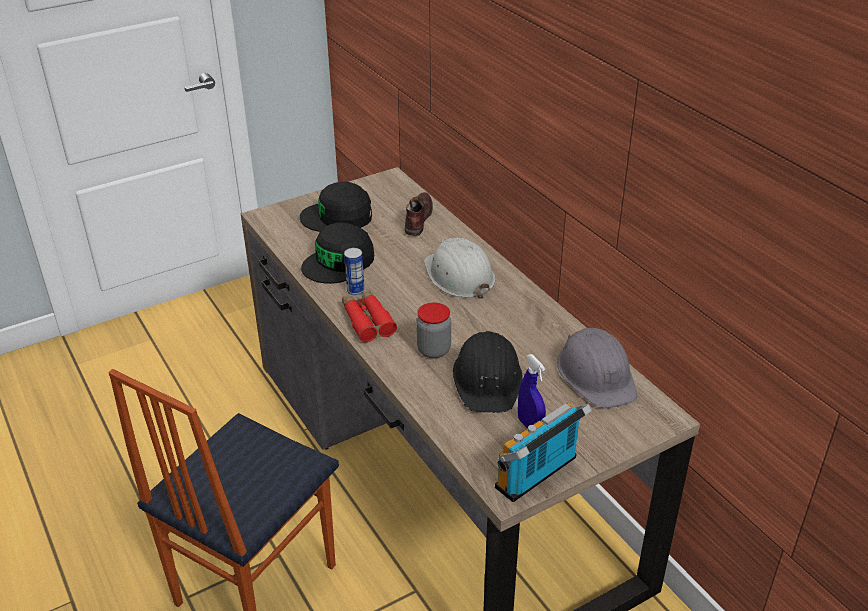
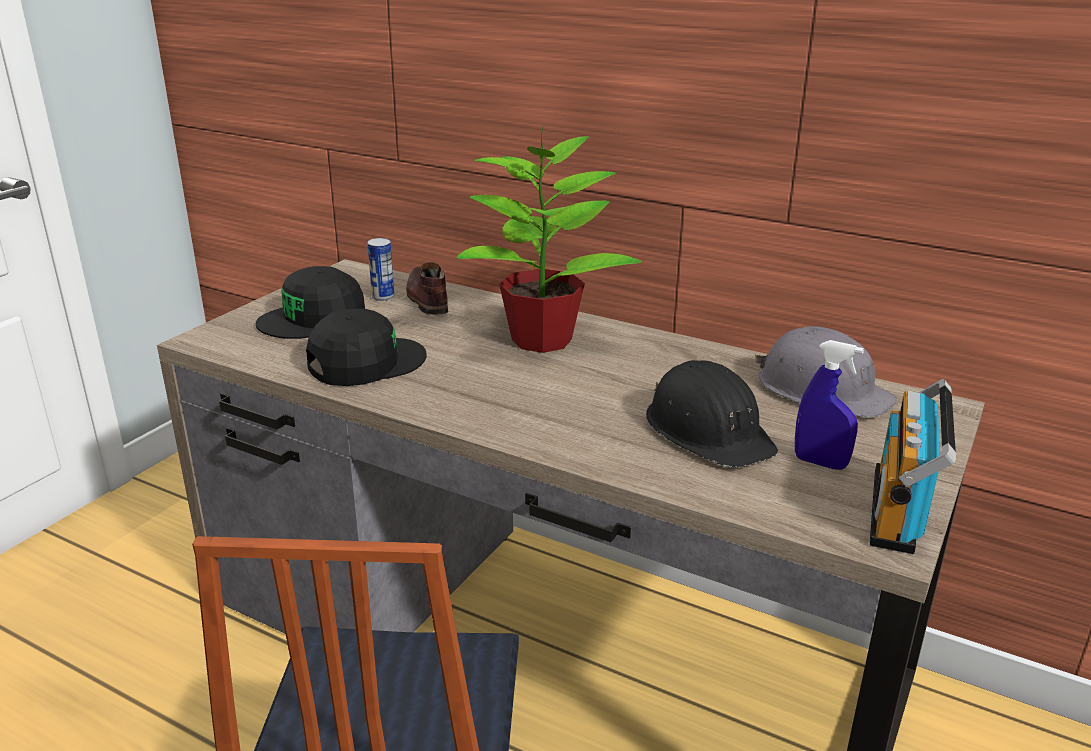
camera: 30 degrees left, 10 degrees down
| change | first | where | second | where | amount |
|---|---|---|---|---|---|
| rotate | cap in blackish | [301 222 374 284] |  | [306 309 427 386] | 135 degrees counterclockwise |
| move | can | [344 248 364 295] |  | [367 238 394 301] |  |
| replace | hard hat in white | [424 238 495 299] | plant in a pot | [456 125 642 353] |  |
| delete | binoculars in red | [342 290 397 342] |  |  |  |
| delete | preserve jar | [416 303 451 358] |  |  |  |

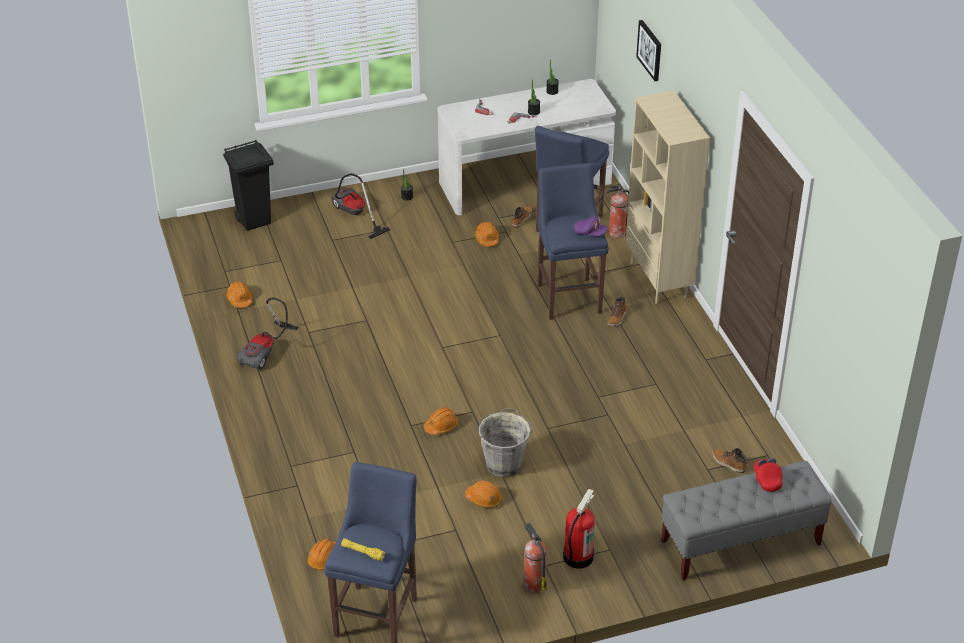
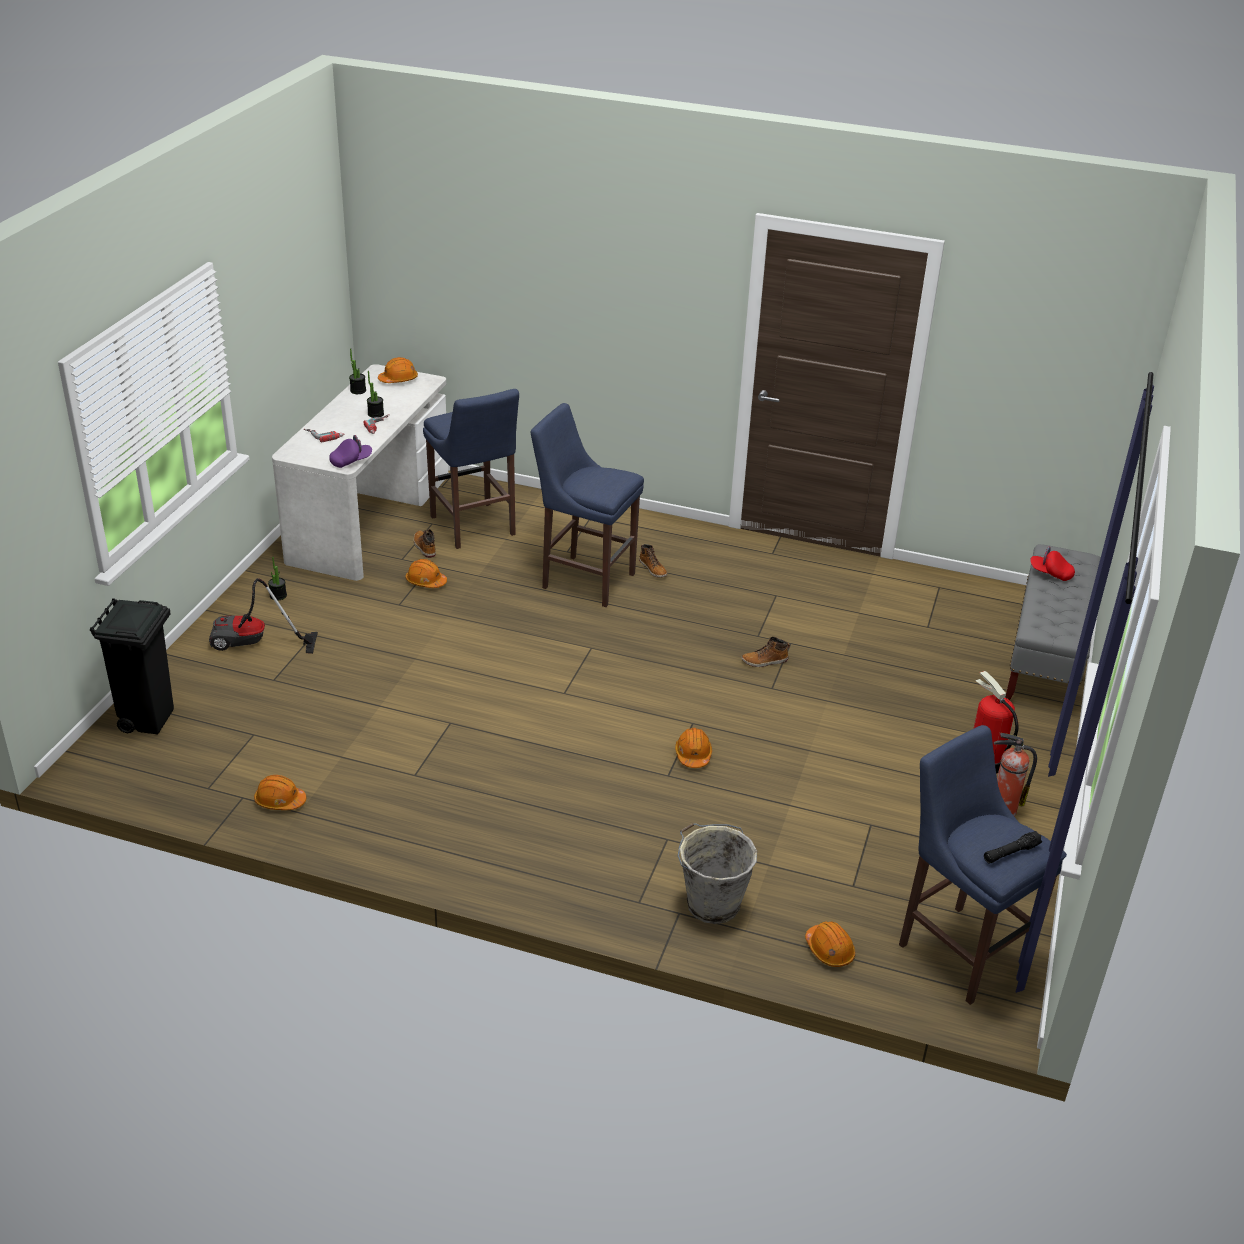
camera: 55 degrees left, 5 degrees down
| change | first | where | second | where | amount |
|---|---|---|---|---|---|
| move | cap in purple-coloured | [574 216 608 236] |  | [329 435 372 468] |  |
| move | hard hat in orange | [465 480 502 508] |  | [378 357 418 383] |  |
| move | pail in gray | [479 408 534 478] |  | [678 823 757 924] |  |
| move | boot | [712 448 748 473] |  | [742 637 790 667] |  |
| recolor | torch in yellowish | [341 538 385 561] | torch in blackish | [984 831 1042 863] |  |
| delete | vacuum cleaner | [237 297 299 371] |  |  |  |
| delete | extinguisher | [605 185 629 238] |  |  |  |
| delete | shelving unit in beige | [626 91 710 304] |  |  |  |
| delete | picture | [636 20 661 81] |  |  |  |

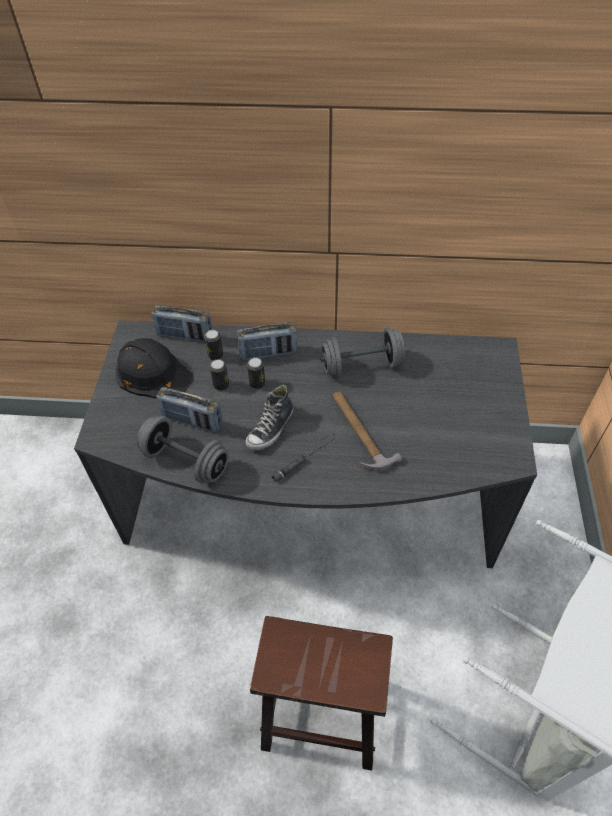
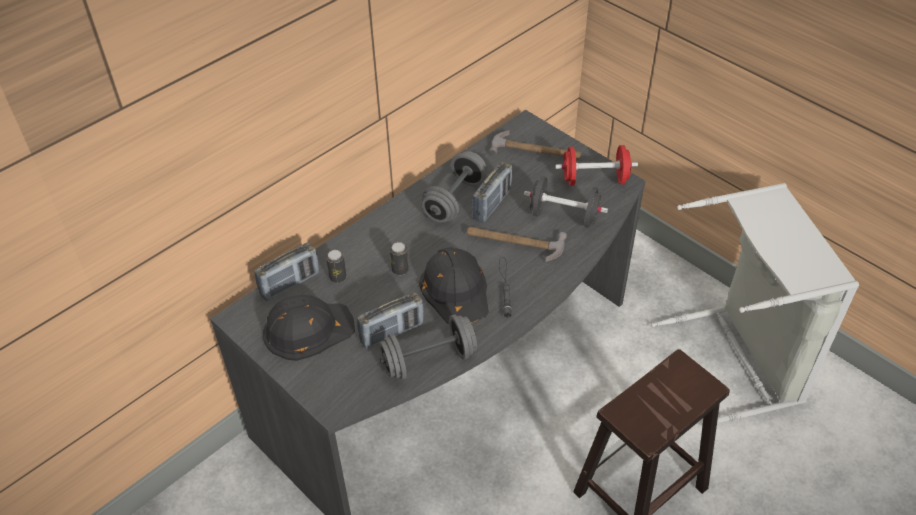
camera: 50 degrees left, 5 degrees down
| change | first | where | second | where | amount |
|---|---|---|---|---|---|
| replace | item of footwear | [245 385 294 451] | hard hat in blackish | [419 247 489 324] |  |
| move | radio set | [237 322 297 360] |  | [472 162 512 223] |  |
| insert |  |  | hammer | [489 130 581 160] |  |
| insert |  |  | dumbbell in blackish | [524 176 608 228] |  |
| insert |  |  | dumbbell in red | [555 145 638 186] |  |
| delete | can | [210 359 229 391] |  |  |  |

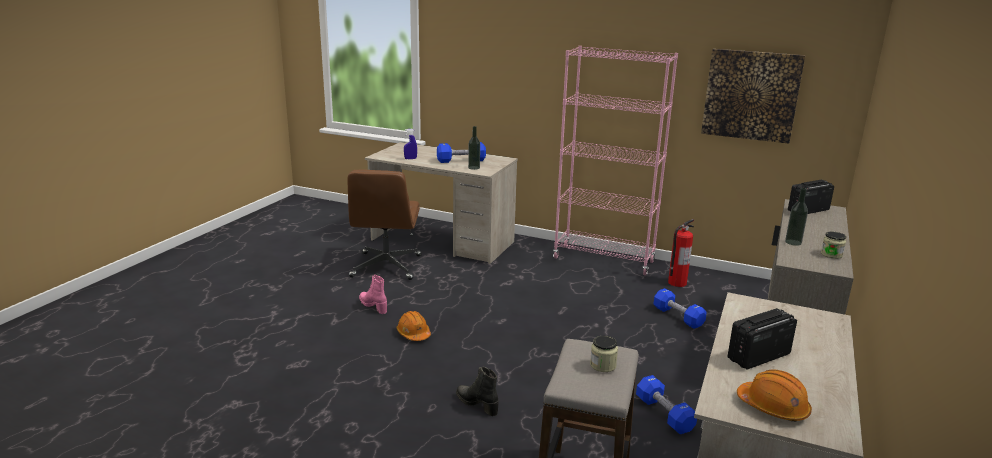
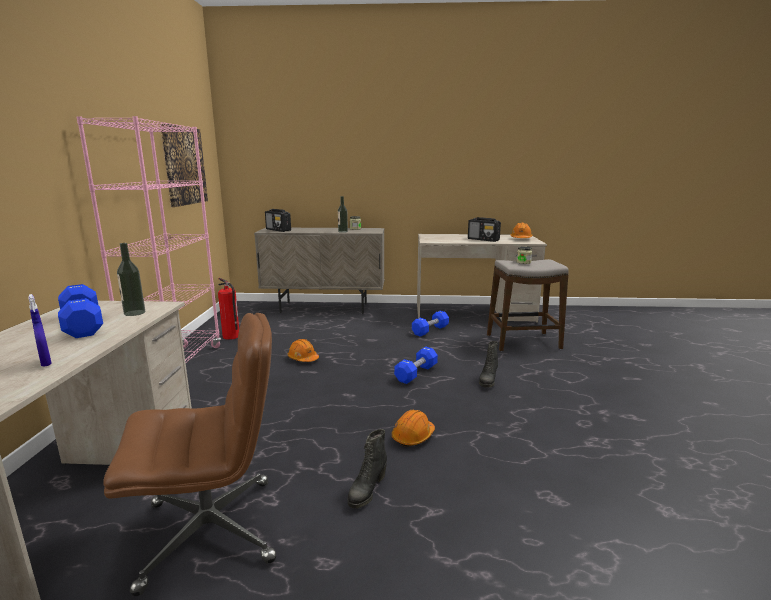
camera: 110 degrees left, 5 degrees down
| change | first | where | second | where | amount |
|---|---|---|---|---|---|
| insert |  |  | hard hat in orange | [288 339 319 362] |  |
| recolor | boot in pinkish | [359 275 387 314] | boot in blackish | [348 429 387 509] |  |
| move | dumbbell in blue-coloured | [654 288 706 329] |  | [394 347 438 384] |  |

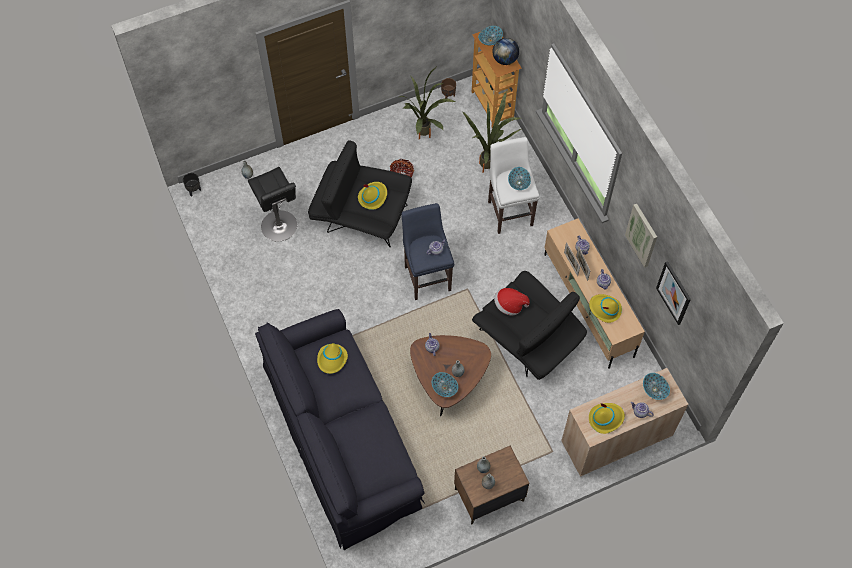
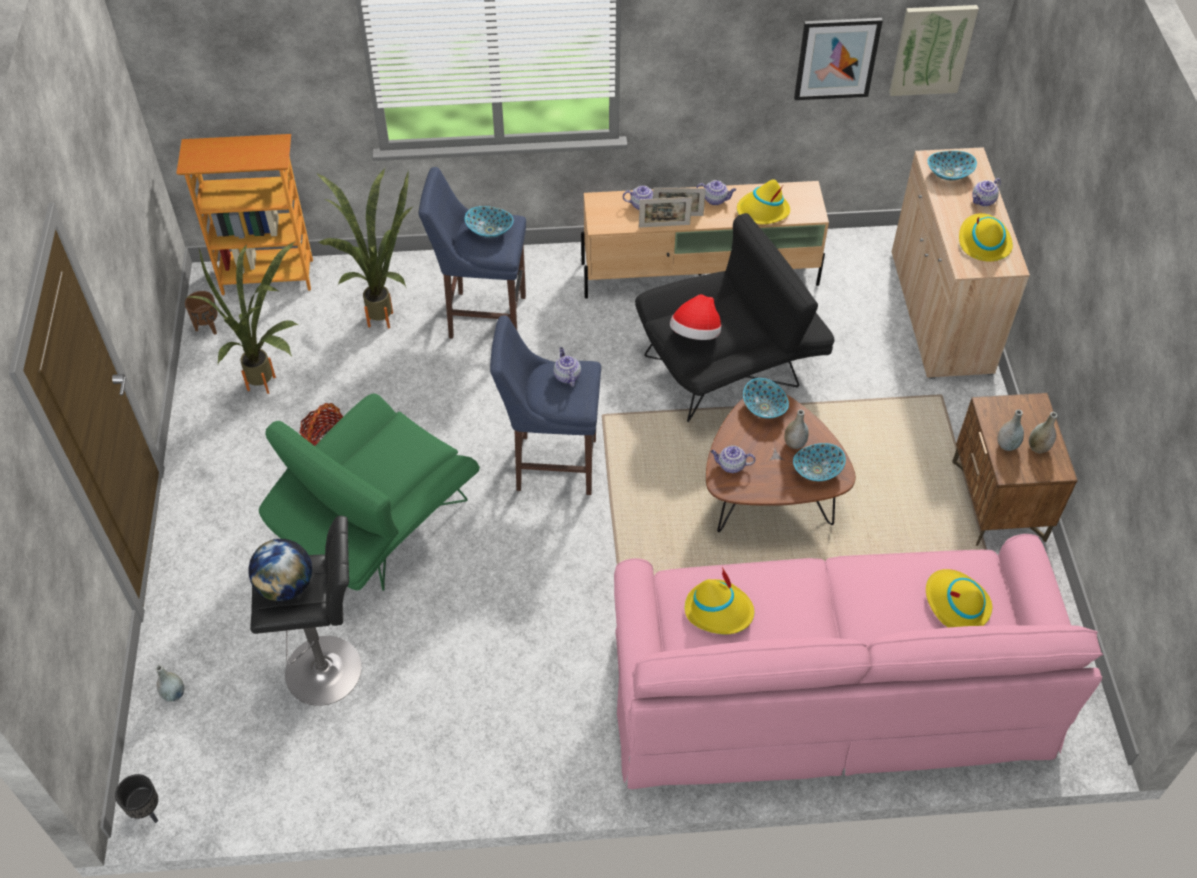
camera: 70 degrees left, 10 degrees down
| change | first | where | second | where | amount |
|---|---|---|---|---|---|
| move | globe | [493 38 519 65] |  | [248 539 312 601] |  |
| recolor | armchair in blackish | [308 141 412 247] | armchair in green | [259 394 480 591] |  |
| recolor | stool in white | [488 137 540 234] | stool in blue-coloured | [419 167 526 339] |  |
| recolor | sofa in blackish | [255 309 425 550] | sofa in pinkish | [614 534 1103 789] |  |
| move | bowl | [478 26 503 46] |  | [743 378 789 419] |  |
| move | picture | [625 204 657 268] |  | [889 5 979 96] |  |
| move | wearable hat in yellowish | [358 182 387 210] |  | [926 569 992 628] |  |

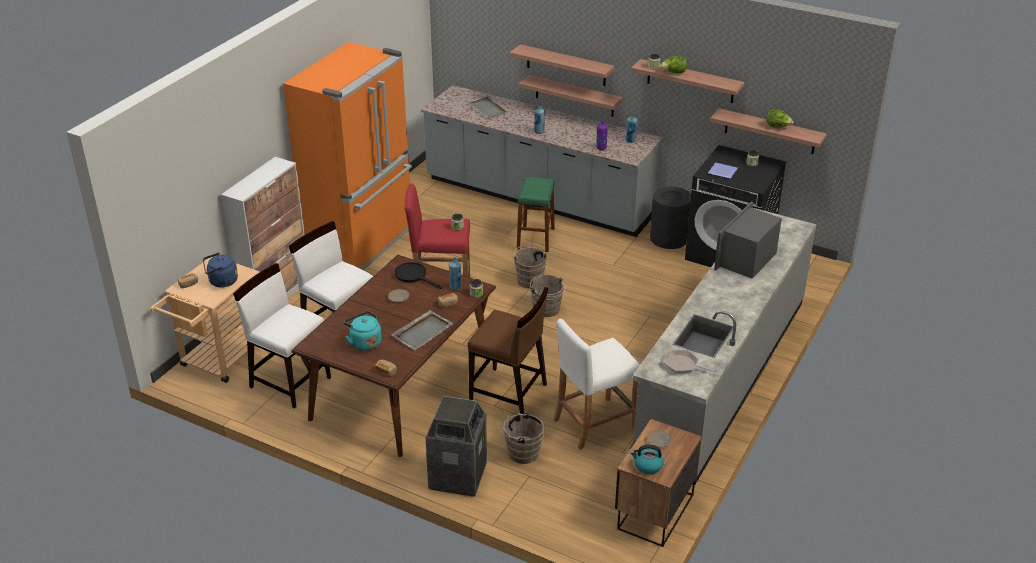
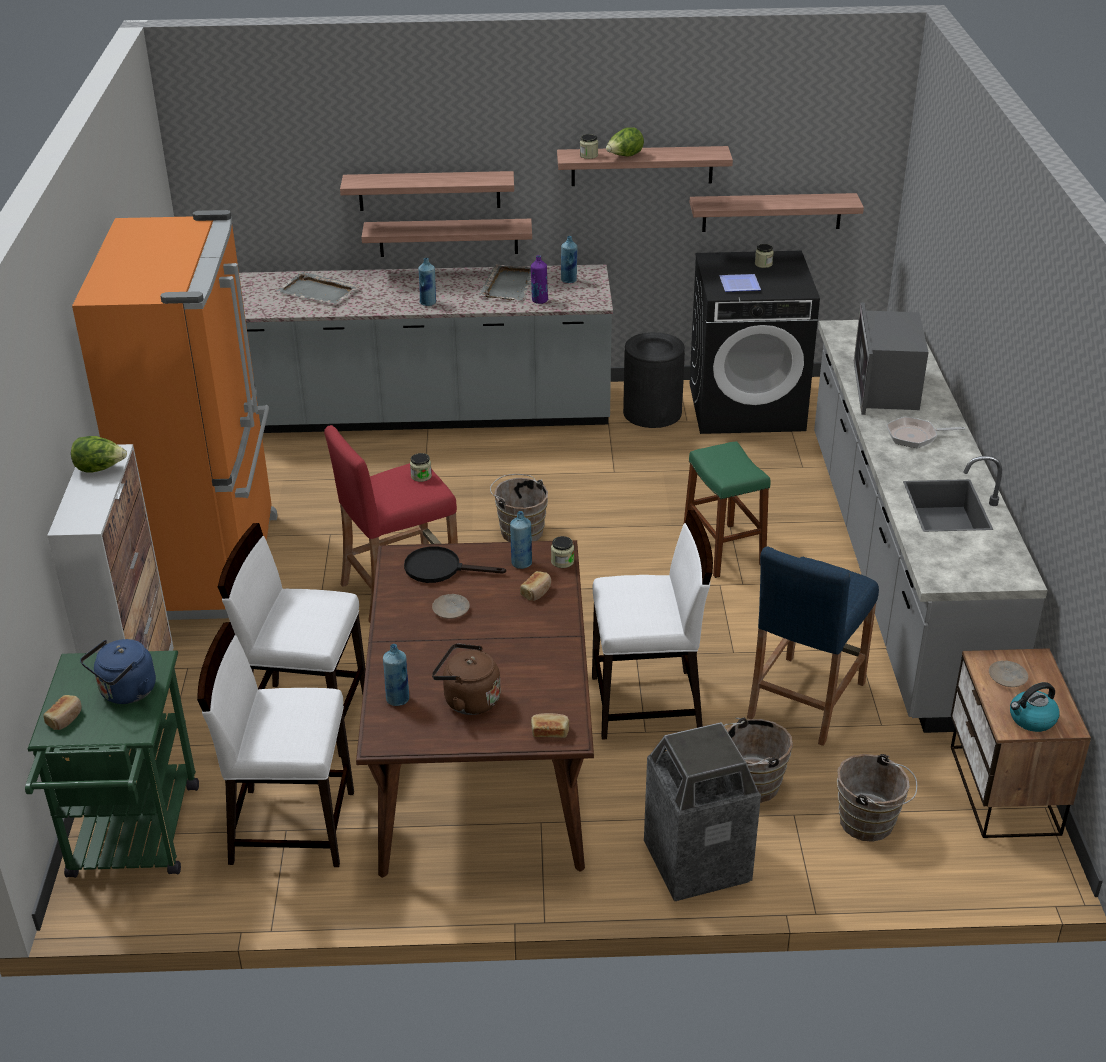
camera: 30 degrees left, 0 degrees up
| change | first | where | second | where | amount |
|---|---|---|---|---|---|
| recolor | cart in beige | [150 257 260 383] | cart in green | [25 651 199 878] |  |
| move | head of lettuce | [766 109 794 128] |  | [71 436 127 473] |  |
| insert |  |  | drink bottle in blue-coloured | [383 644 409 706] |  |
| recolor | water kettle in blue-green | [344 311 382 351] | water kettle in brownish | [432 643 501 715] |  |
| move | tray in gray | [391 310 454 350] |  | [479 264 531 300] |  |
| recolor | plain chair in brownish | [468 287 548 414] | plain chair in white | [592 510 713 740] |  |
| move | stool in green | [517 177 555 252] |  | [683 441 771 578] |  |
| recolor | stool in white | [554 319 640 450] | stool in blue-coloured | [747 546 879 746] |  |
| move | pail in brownish | [530 275 566 317] |  | [837 754 917 842] |  |
| move | pan | [663 350 718 374] |  | [886 416 965 448] |  |

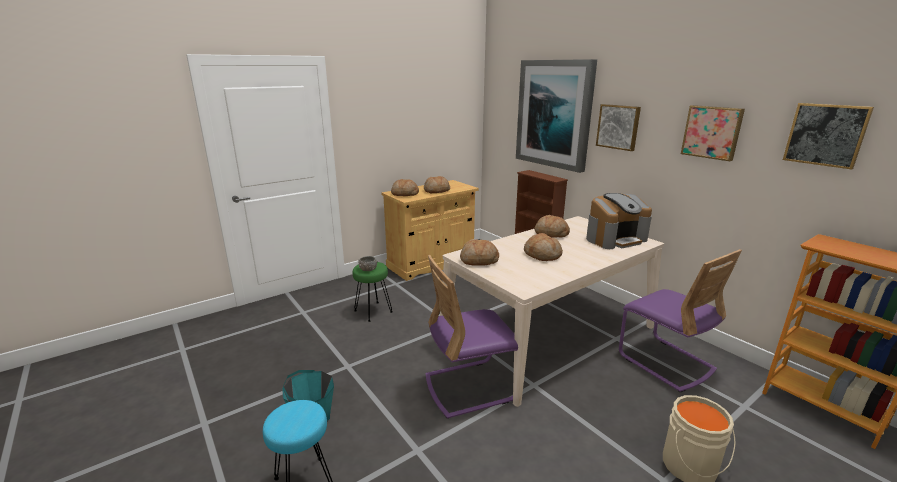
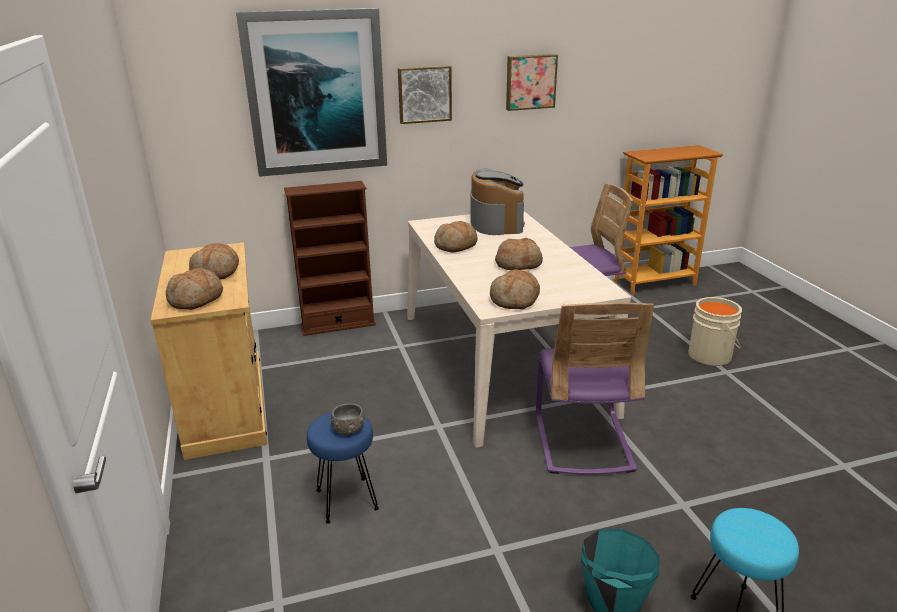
camera: 70 degrees left, 5 degrees up
| change | first | where | second | where | amount |
|---|---|---|---|---|---|
| recolor | stool in green | [353 262 393 322] | stool in blue-coloured | [307 412 379 524] |  |
| delete | picture | [783 103 874 170] |  |  |  |

